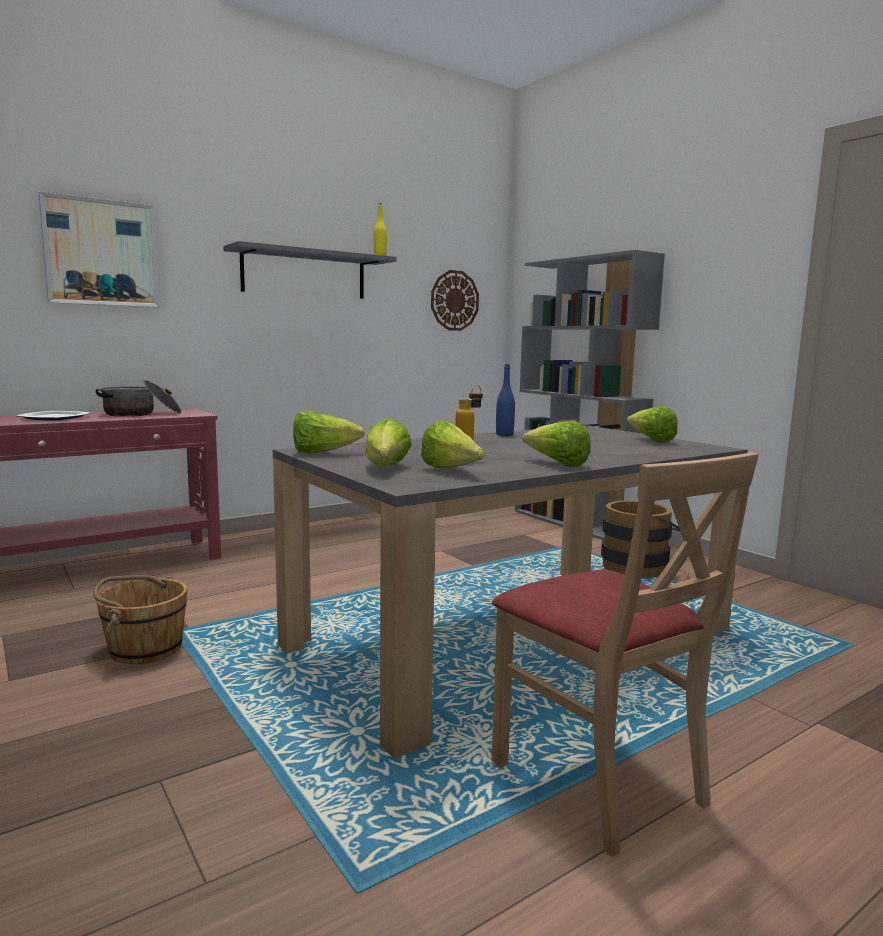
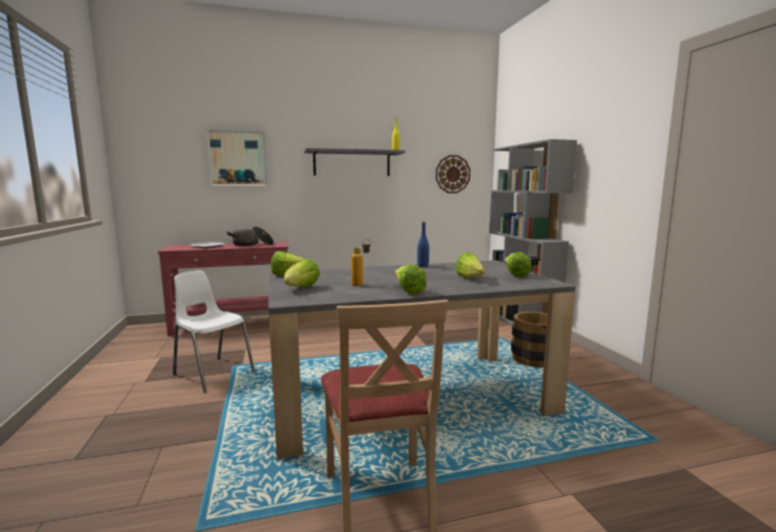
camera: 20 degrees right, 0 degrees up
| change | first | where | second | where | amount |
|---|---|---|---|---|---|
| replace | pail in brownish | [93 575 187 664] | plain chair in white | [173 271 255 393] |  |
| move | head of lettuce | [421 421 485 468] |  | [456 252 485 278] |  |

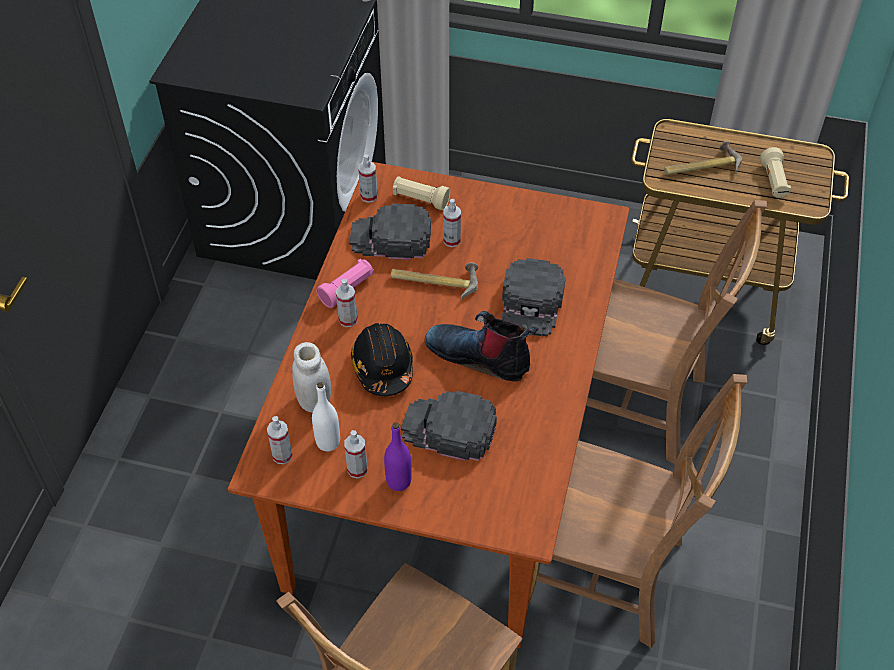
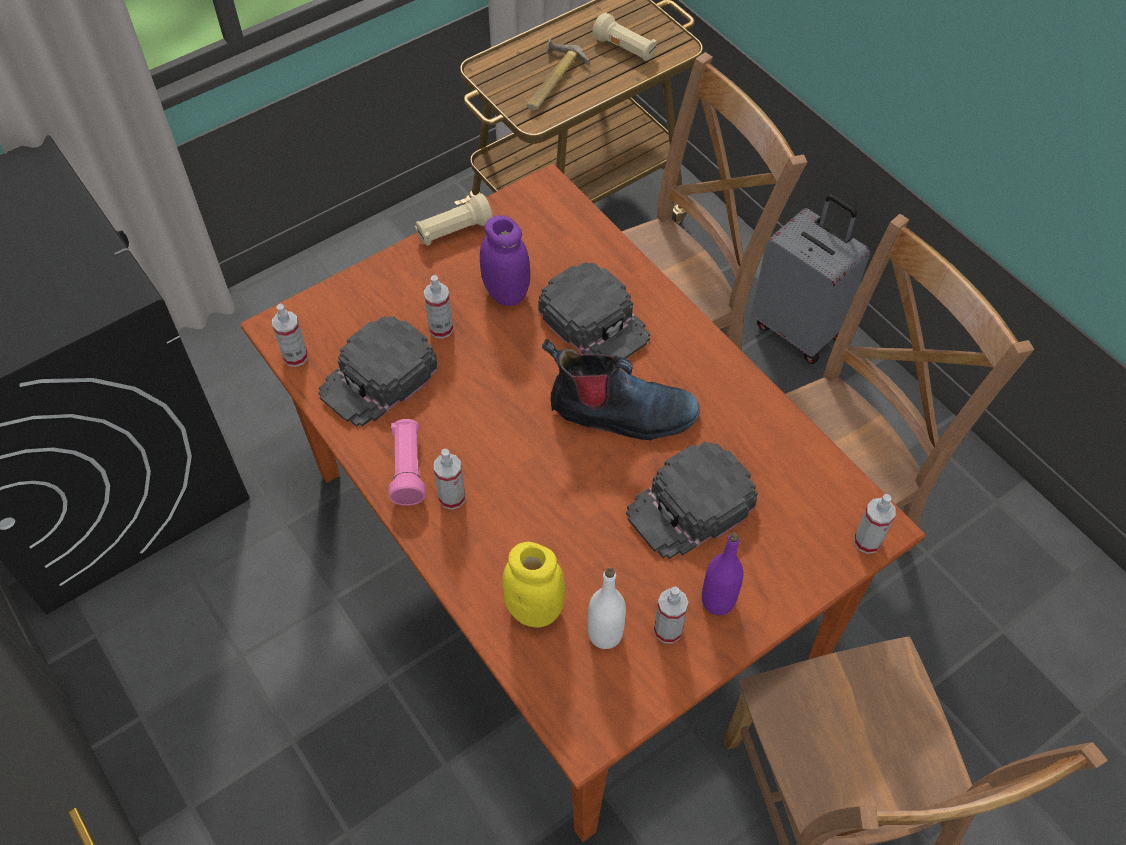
camera: 50 degrees left, 5 degrees up
| change | first | where | second | where | amount |
|---|---|---|---|---|---|
| move | torch in beige | [393 176 450 210] |  | [415 193 493 246] |  |
| insert |  |  | preserve jar in purple-coloured | [480 215 530 306] |  |
| recolor | preserve jar in white | [292 342 331 413] | preserve jar in yellowish | [502 542 565 628] |  |
| rotate | boot | [425 311 538 381] |  | [542 338 700 440] | 150 degrees counterclockwise |
| insert |  |  | piece of luggage in gray | [752 194 870 364] |  |
| move | sprayer | [267 416 293 464] |  | [854 494 896 554] |  |
| delete | hard hat in blackish | [351 323 413 396] |  |  |  |
| delete | hammer | [391 262 478 300] |  |  |  |

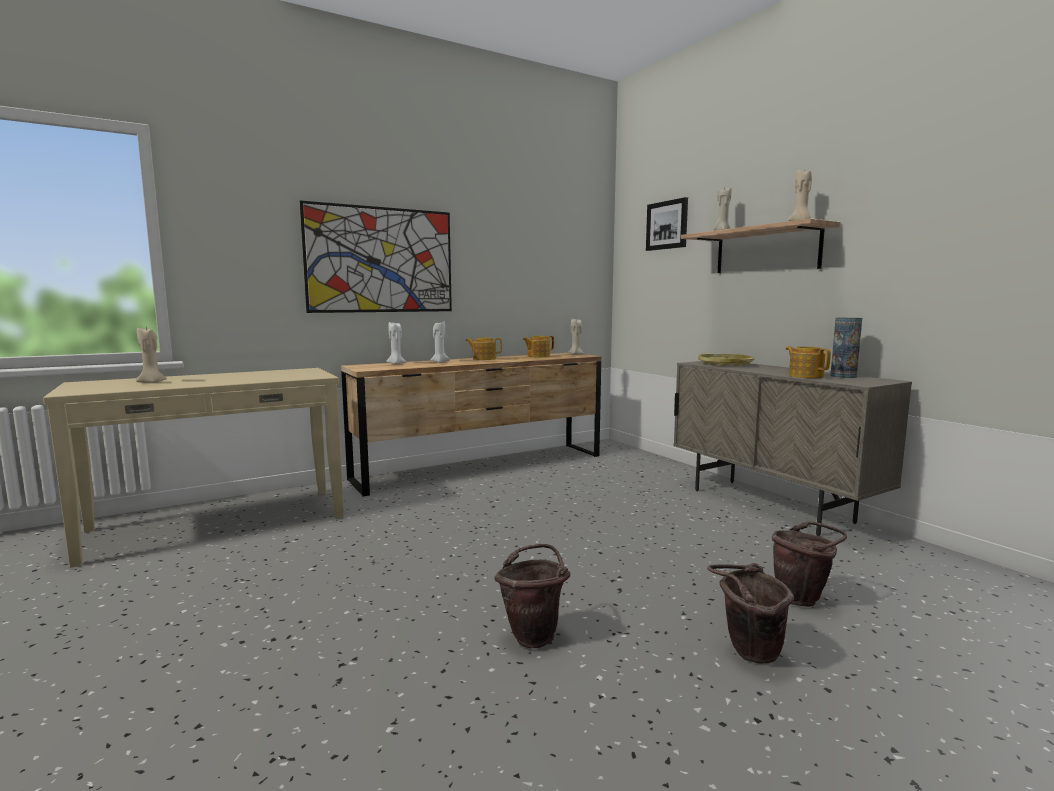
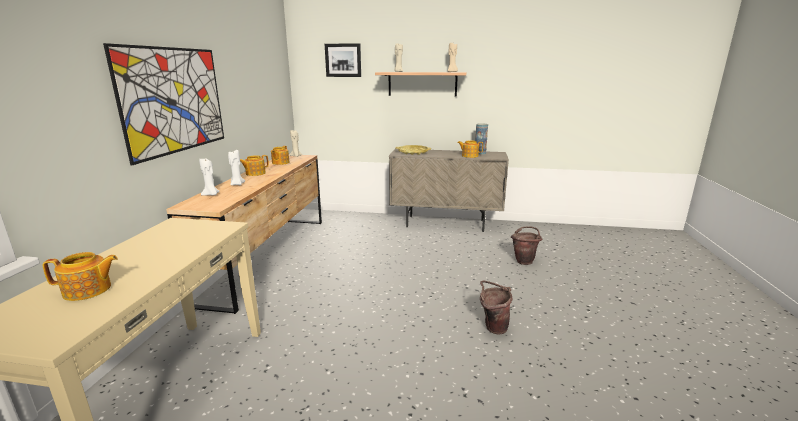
camera: 50 degrees left, 10 degrees up
| change | first | where | second | where | amount |
|---|---|---|---|---|---|
| replace | wax candle in beige | [136 326 167 383] | pot for tea | [43 252 118 301] |  |
| delete | pail in brownish | [707 563 794 664] |  |  |  |

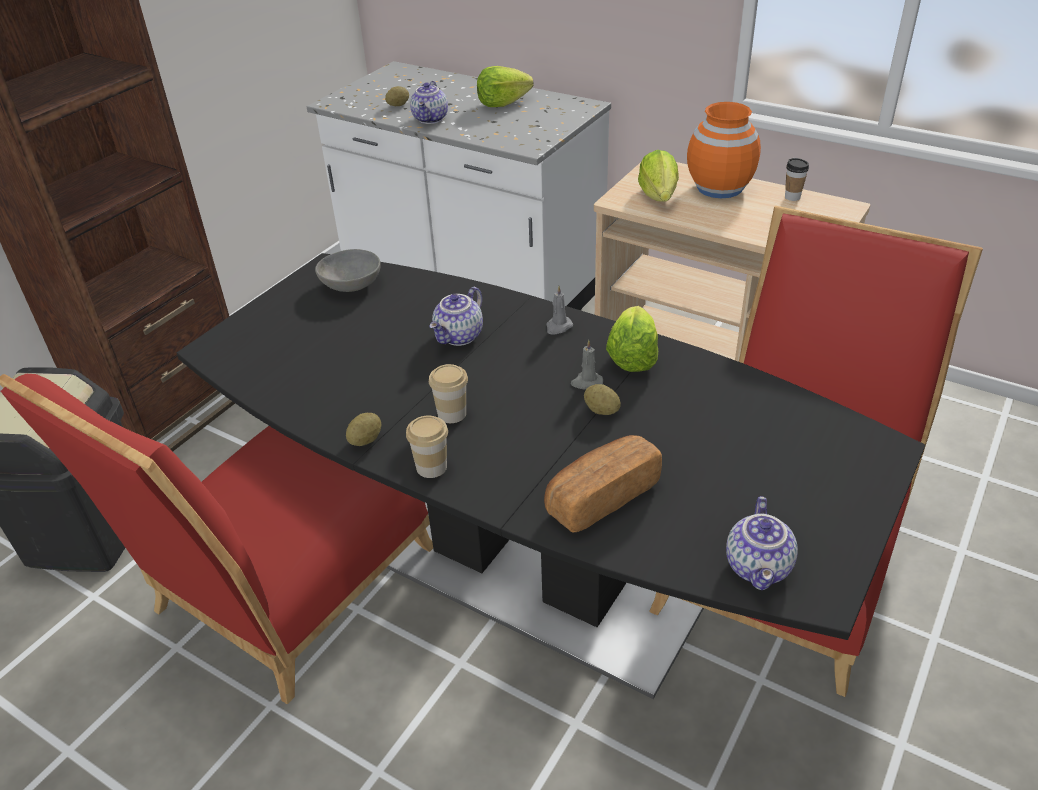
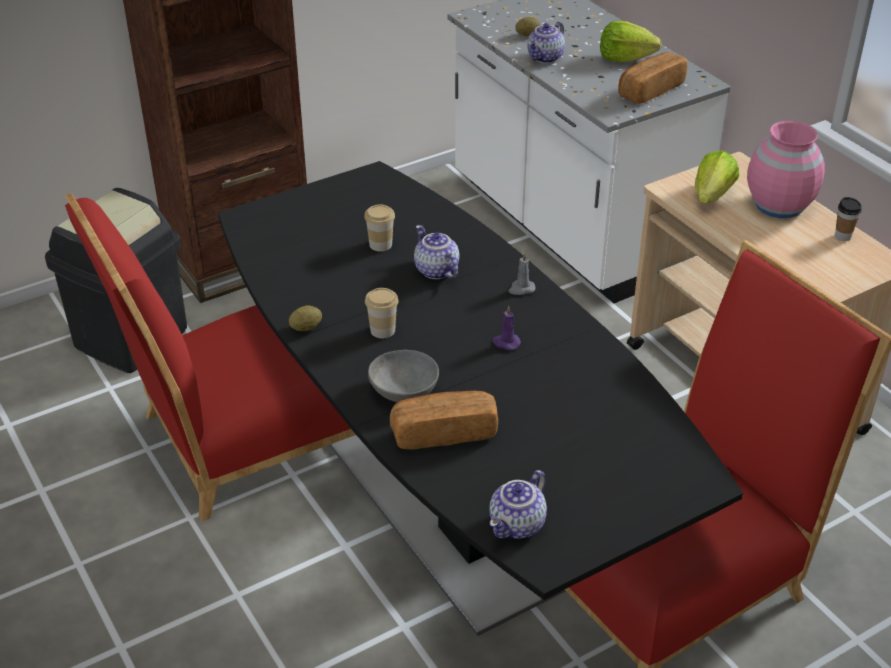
camera: 25 degrees right, 0 degrees up
| change | first | where | second | where | amount |
|---|---|---|---|---|---|
| move | small cup | [406 415 448 478] |  | [364 205 395 251] |  |
| move | bowl in gray | [315 249 381 292] |  | [368 350 439 402] |  |
| rotate | pot for tea | [429 287 483 346] |  | [414 225 459 279] | 90 degrees clockwise |
| recolor | wax candle in gray | [571 340 603 390] | wax candle in purple-coloured | [492 306 521 350] |  |
| insert |  |  | bakery bread | [618 52 687 104] |  |
| recolor | flower vase in orange | [687 102 761 198] | flower vase in pinkish | [747 121 825 218] |  |
| delete | potato | [584 384 621 415] |  |  |  |
| delete | head of lettuce | [606 306 658 372] |  |  |  |

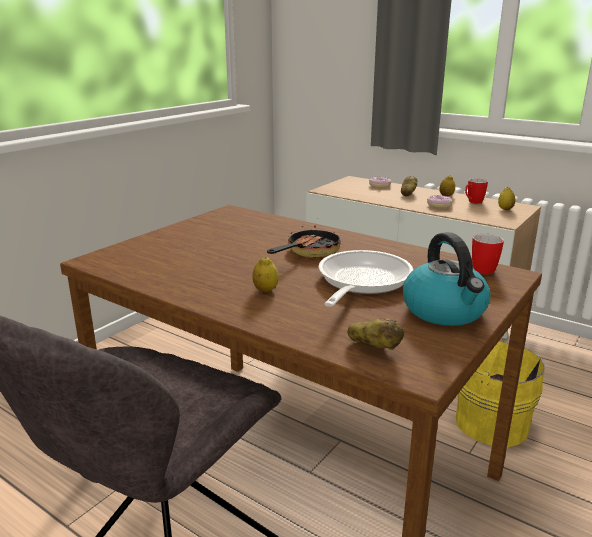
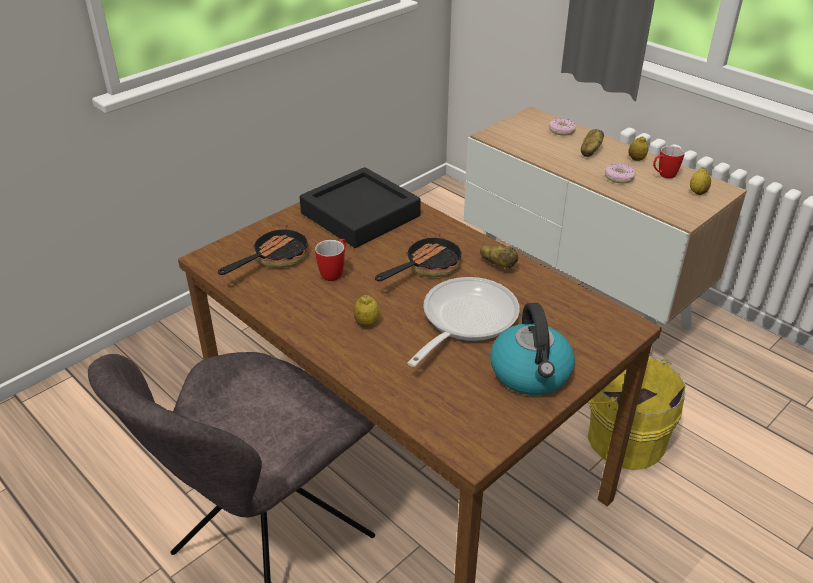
camera: 10 degrees right, 15 degrees up
| change | first | where | second | where | amount |
|---|---|---|---|---|---|
| insert |  |  | pan | [218 225 308 275] |  |
| insert |  |  | tray in blackish | [300 167 421 248] |  |
| move | tea mug | [472 234 504 274] |  | [315 239 346 281] |  |
| move | potato | [348 318 404 350] |  | [480 245 518 269] |  |

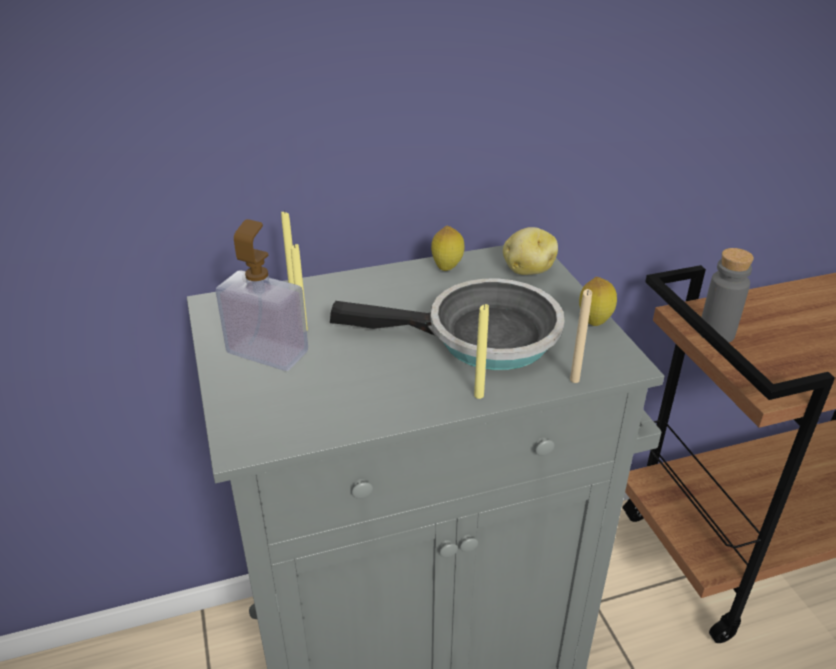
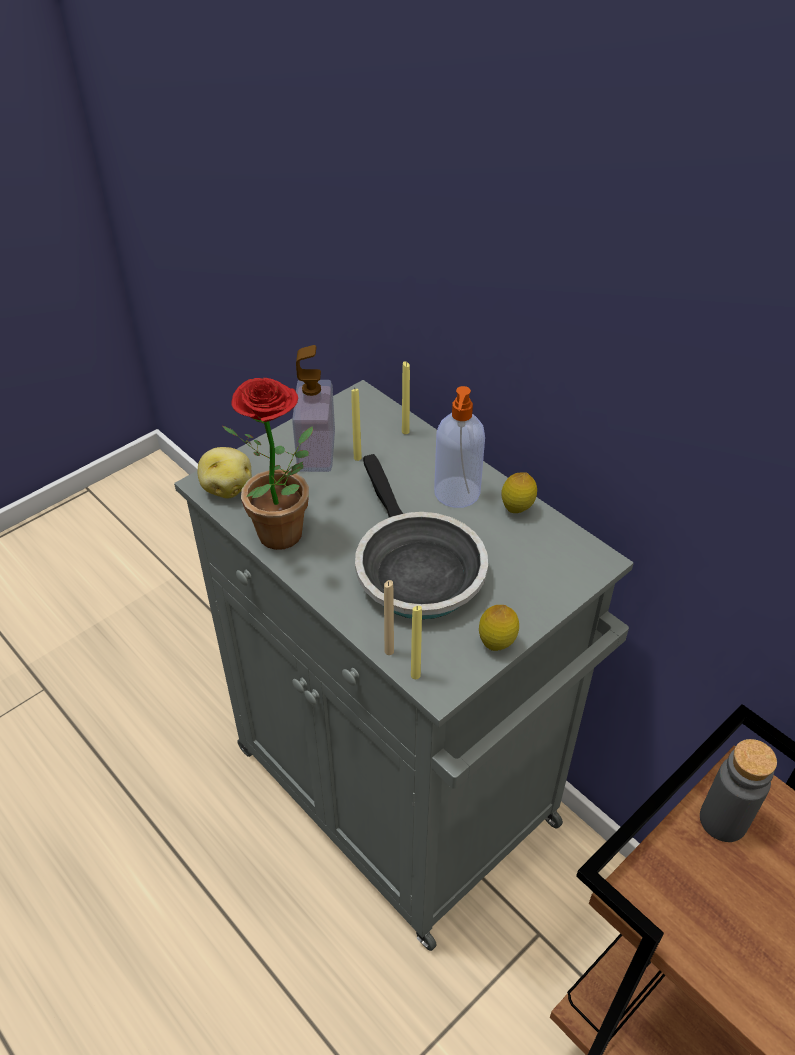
camera: 65 degrees right, 10 degrees up
| change | first | where | second | where | amount |
|---|---|---|---|---|---|
| move | potato | [503 227 558 275] |  | [198 447 252 498] |  |
| insert |  |  | plant in a pot | [222 378 313 550] |  |
| move | wax candle in yellowish | [474 304 489 399] |  | [411 606 422 679] |  |
| insert |  |  | liquid soap bottle | [434 386 485 508] |  |

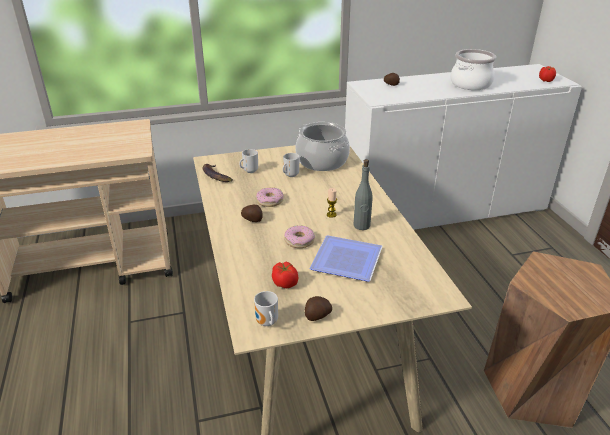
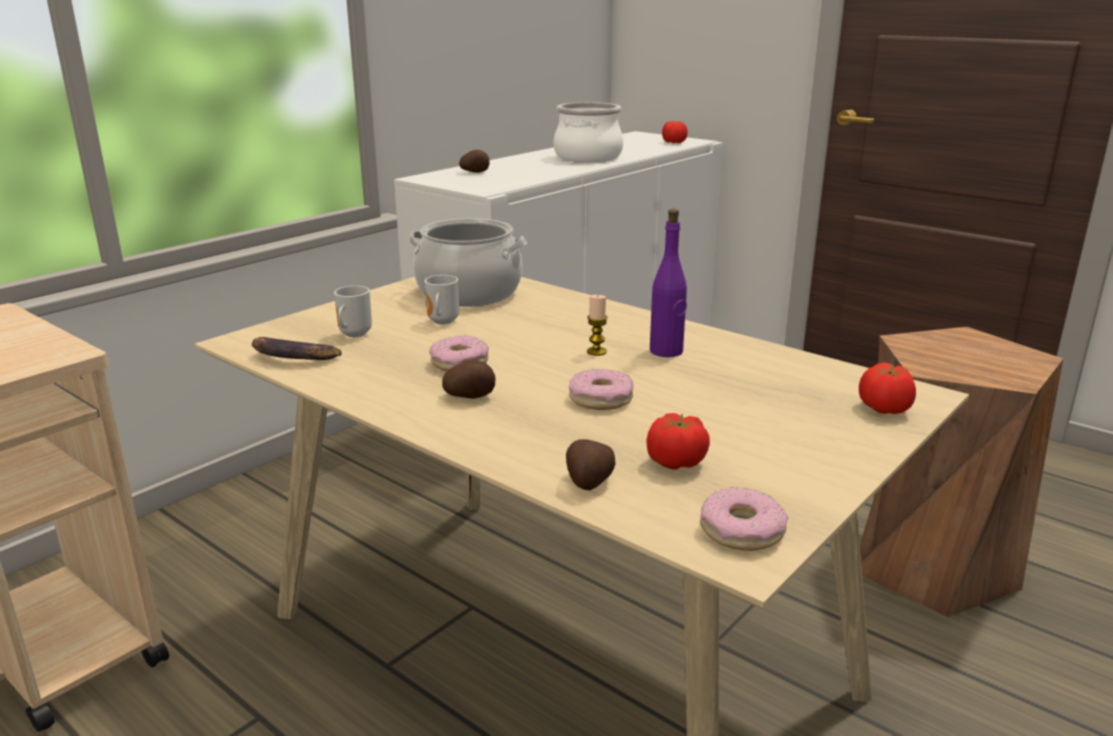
camera: 35 degrees left, 10 degrees down
| change | first | where | second | where | amount |
|---|---|---|---|---|---|
| move | potato | [305 296 332 321] |  | [566 439 616 490] |  |
| recolor | drink bottle in gray | [354 159 373 230] | drink bottle in purple-coloured | [650 209 687 357] |  |
| replace | tea mug | [254 291 278 326] | donut | [700 487 788 551] |  |
| insert |  |  | whole tomato | [859 363 916 414] |  |
| delete | plate | [309 235 383 282] |  |  |  |

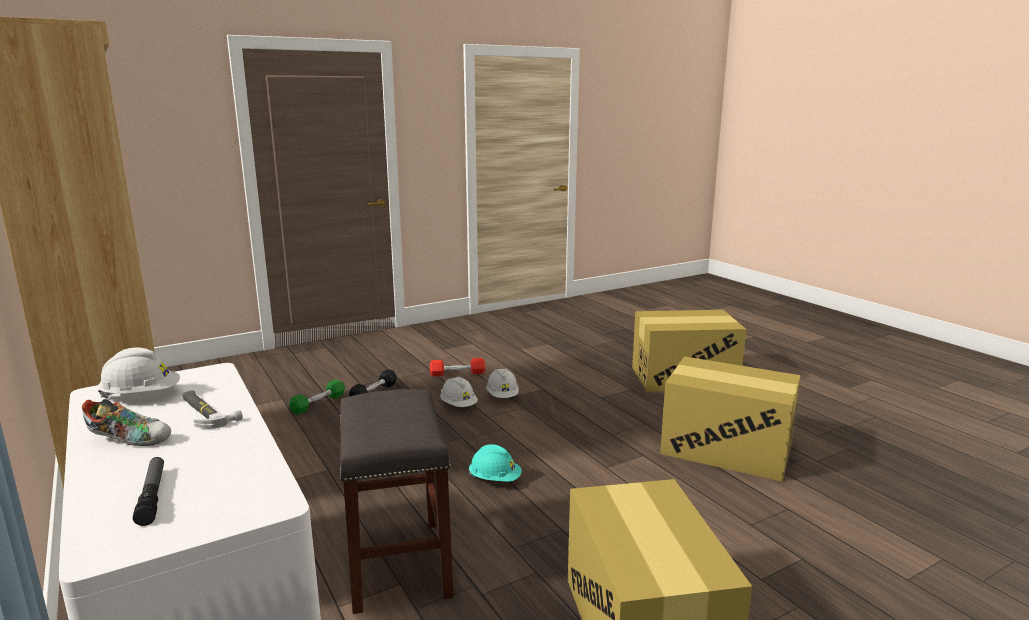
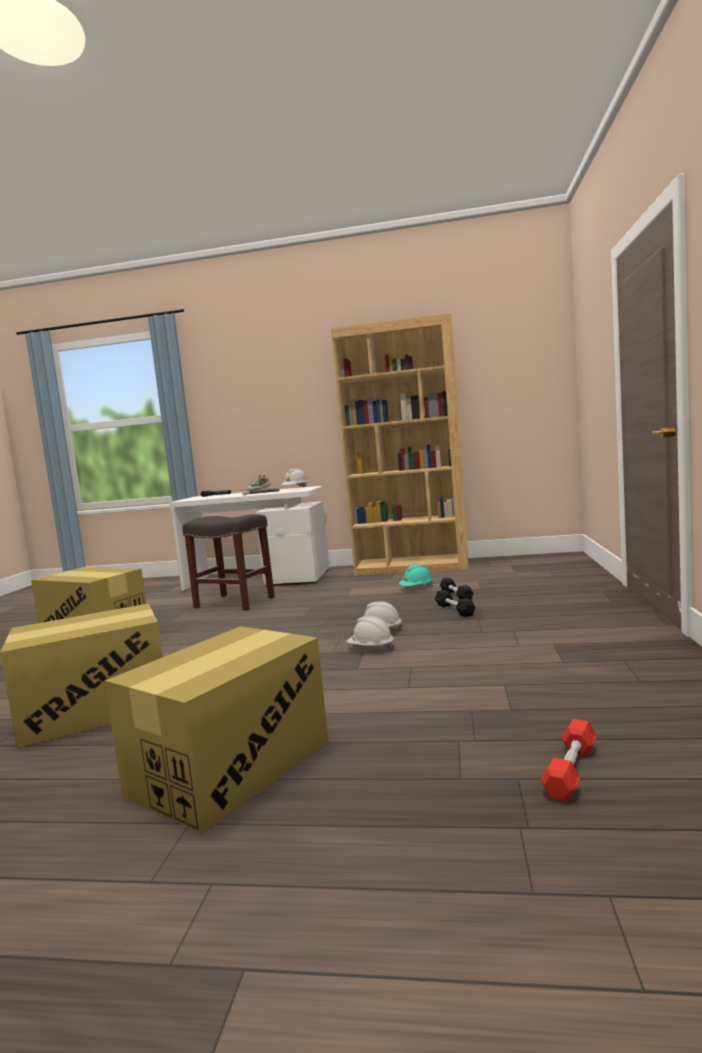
camera: 130 degrees right, 10 degrees down
| change | first | where | second | where | amount |
|---|---|---|---|---|---|
| move | hard hat in blue-green | [468 444 522 482] |  | [399 565 433 586] |  |
| recolor | dumbbell in green | [289 379 345 415] | dumbbell in blackish | [440 578 474 600] |  |
| move | dumbbell in red | [430 358 485 376] |  | [541 719 597 802] |  |

